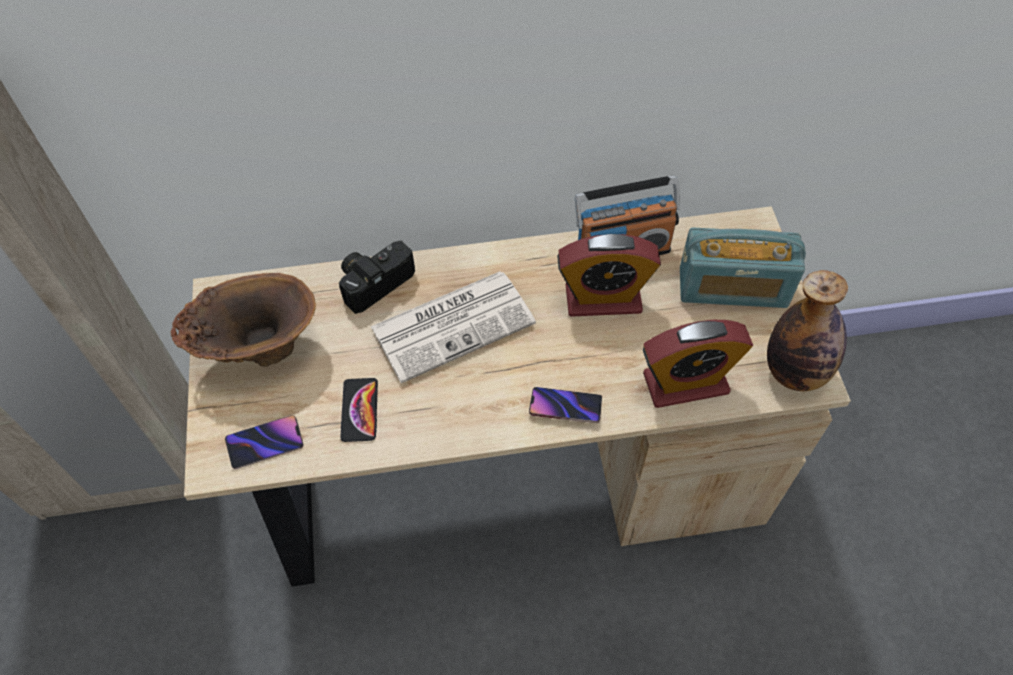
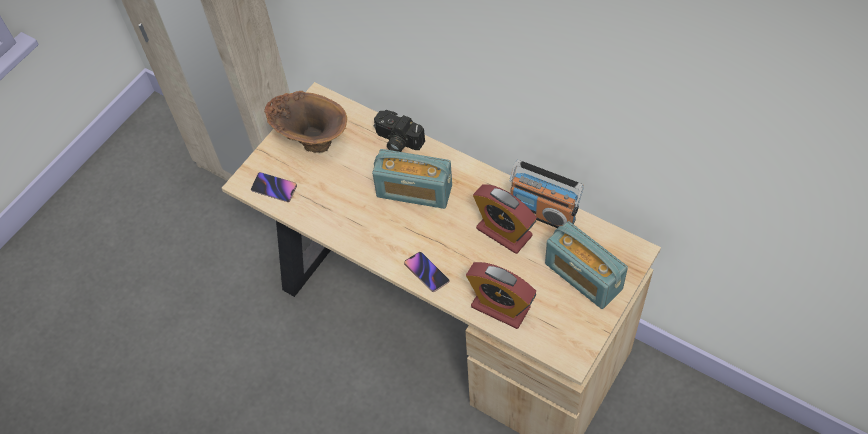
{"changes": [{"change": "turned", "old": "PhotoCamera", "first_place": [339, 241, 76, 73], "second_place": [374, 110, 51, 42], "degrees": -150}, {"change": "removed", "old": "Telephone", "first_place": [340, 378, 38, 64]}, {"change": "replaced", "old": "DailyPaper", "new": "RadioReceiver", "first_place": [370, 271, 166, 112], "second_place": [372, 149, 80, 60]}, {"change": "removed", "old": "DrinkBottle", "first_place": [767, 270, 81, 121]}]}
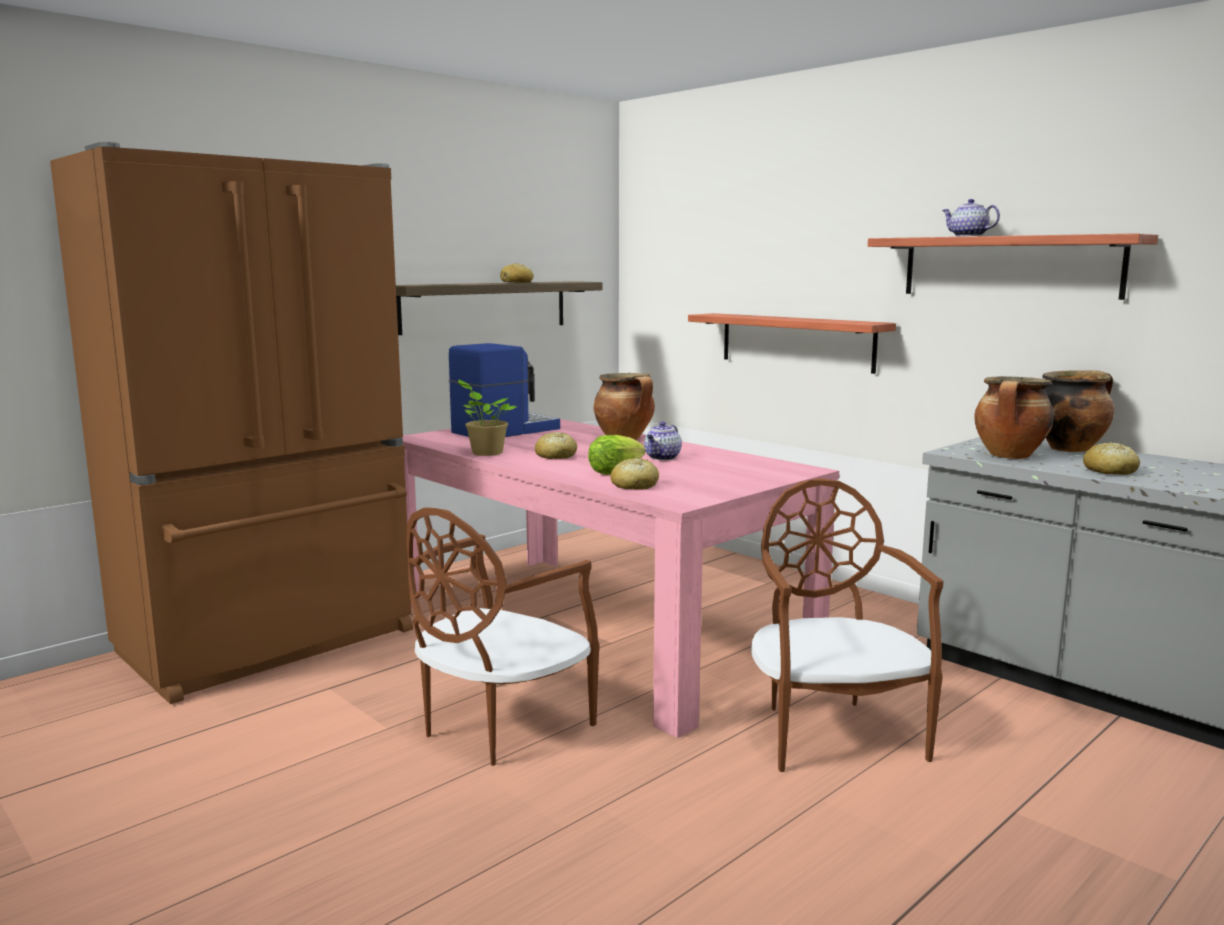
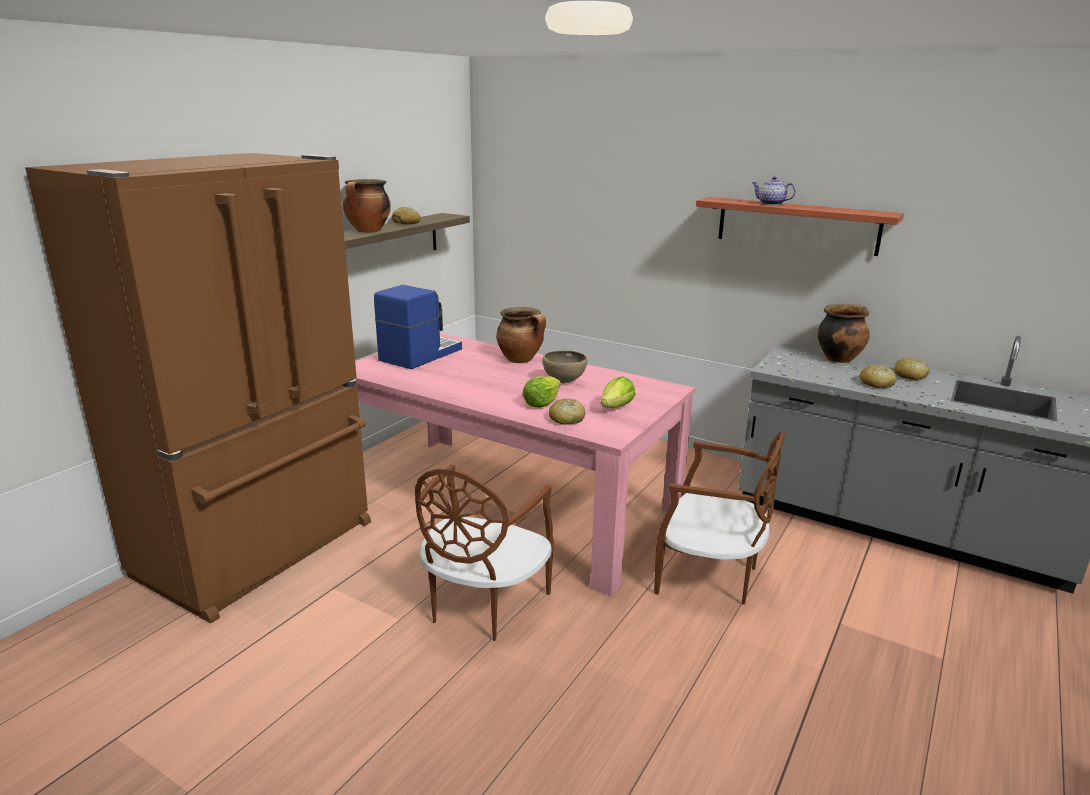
{"changes": [{"change": "removed", "old": "Houseplant", "first_place": [458, 380, 59, 76]}, {"change": "moved", "old": "Bread", "first_place": [535, 432, 42, 27], "second_place": [894, 357, 35, 23]}, {"change": "replaced", "old": "Teapot", "new": "BrownColouredServingBowl", "first_place": [644, 422, 38, 38], "second_place": [542, 350, 46, 33]}, {"change": "removed", "old": "Shelf", "first_place": [688, 313, 208, 61]}, {"change": "turned", "old": "BrownColouredUprightChair", "first_place": [751, 478, 192, 294], "second_place": [654, 431, 131, 174], "degrees": 135}, {"change": "moved", "old": "Stockpot", "first_place": [974, 376, 80, 83], "second_place": [343, 179, 48, 54]}, {"change": "added", "new": "LettuceHead", "second_place": [601, 376, 34, 32]}]}
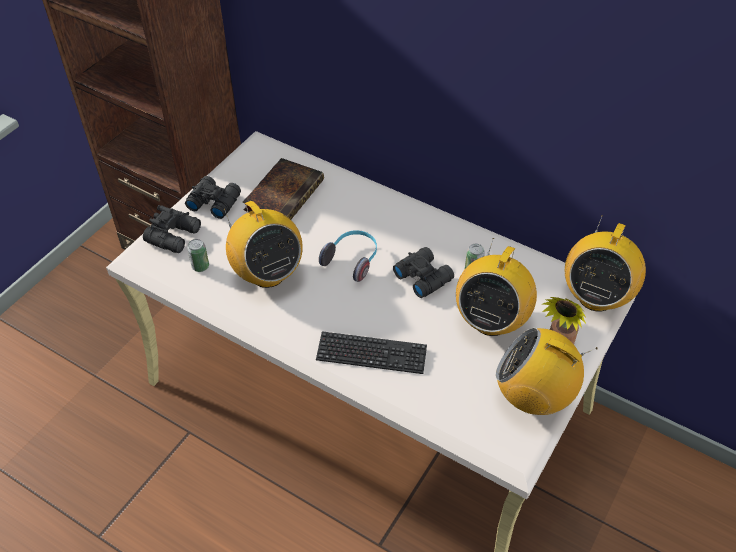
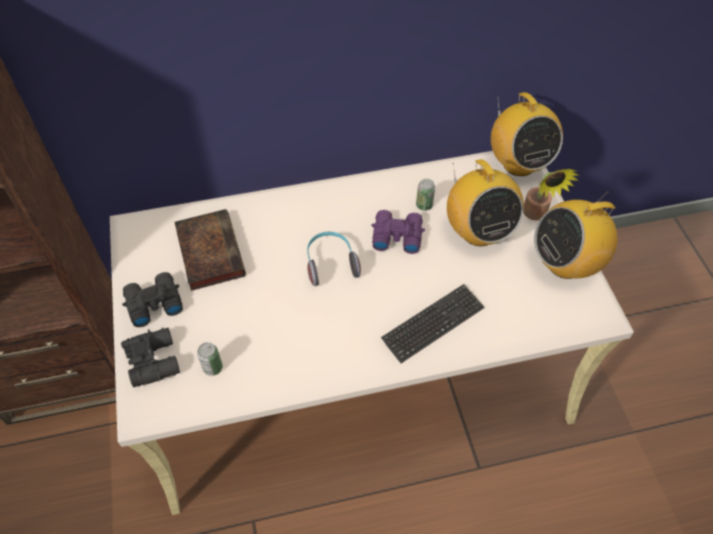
{"changes": [{"change": "removed", "old": "RadioReceiver", "first_place": [223, 201, 80, 87]}, {"change": "recoloured", "old": "BlackishPairOfBinoculars", "new": "PurpleColouredPairOfBinoculars", "first_place": [393, 247, 61, 51], "second_place": [371, 210, 54, 44]}]}
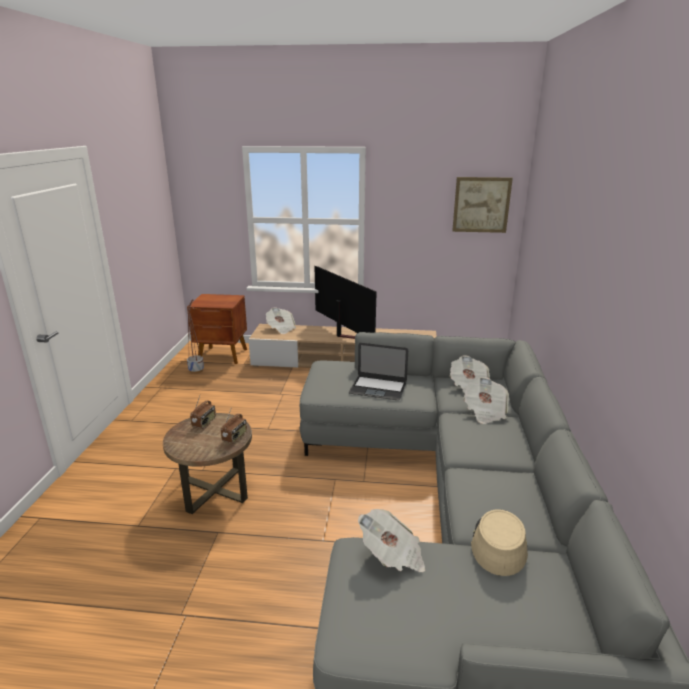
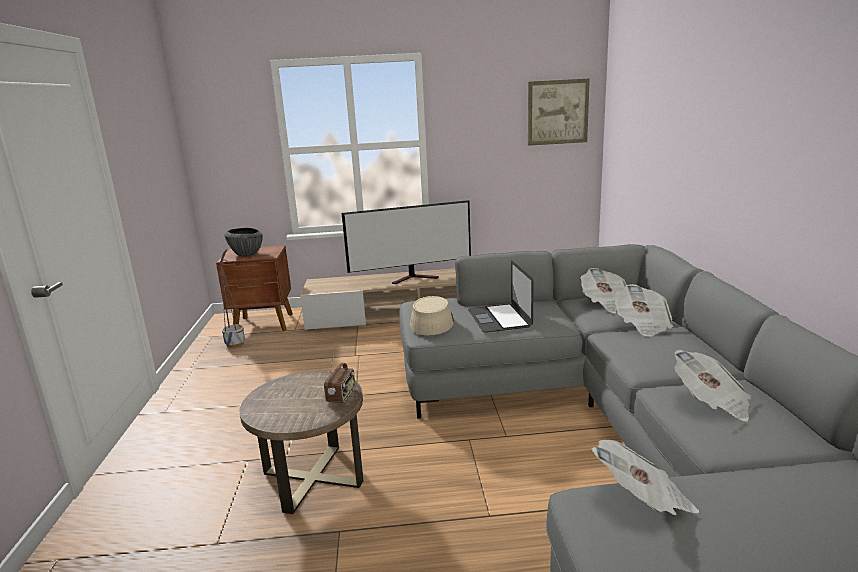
{"changes": [{"change": "removed", "old": "RadioReceiver", "first_place": [190, 396, 26, 33]}, {"change": "moved", "old": "DailyPaper", "first_place": [266, 307, 30, 27], "second_place": [674, 350, 77, 71]}, {"change": "turned", "old": "Tv", "first_place": [314, 266, 63, 73], "second_place": [342, 200, 129, 84], "degrees": 120}, {"change": "turned", "old": "Laptop", "first_place": [349, 343, 59, 57], "second_place": [468, 261, 66, 72], "degrees": 75}, {"change": "moved", "old": "BeigeColouredClothingHat", "first_place": [471, 509, 57, 67], "second_place": [410, 296, 44, 39]}, {"change": "added", "new": "ServingBowl", "second_place": [224, 228, 39, 28]}]}
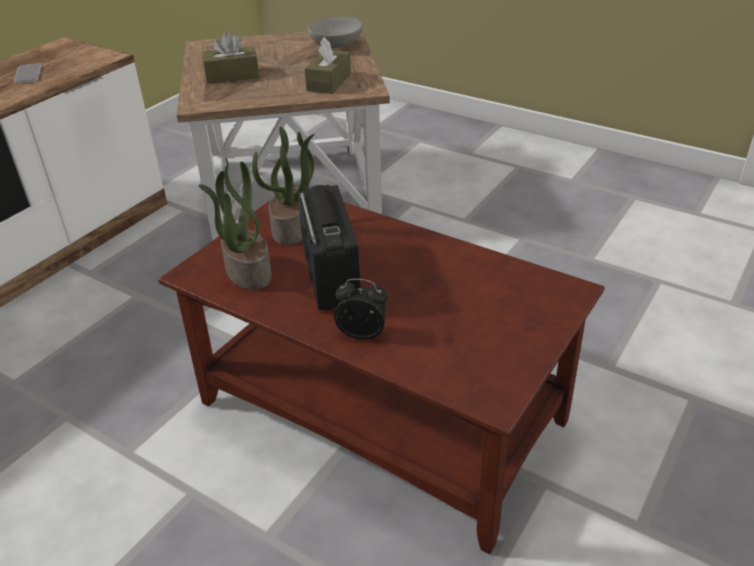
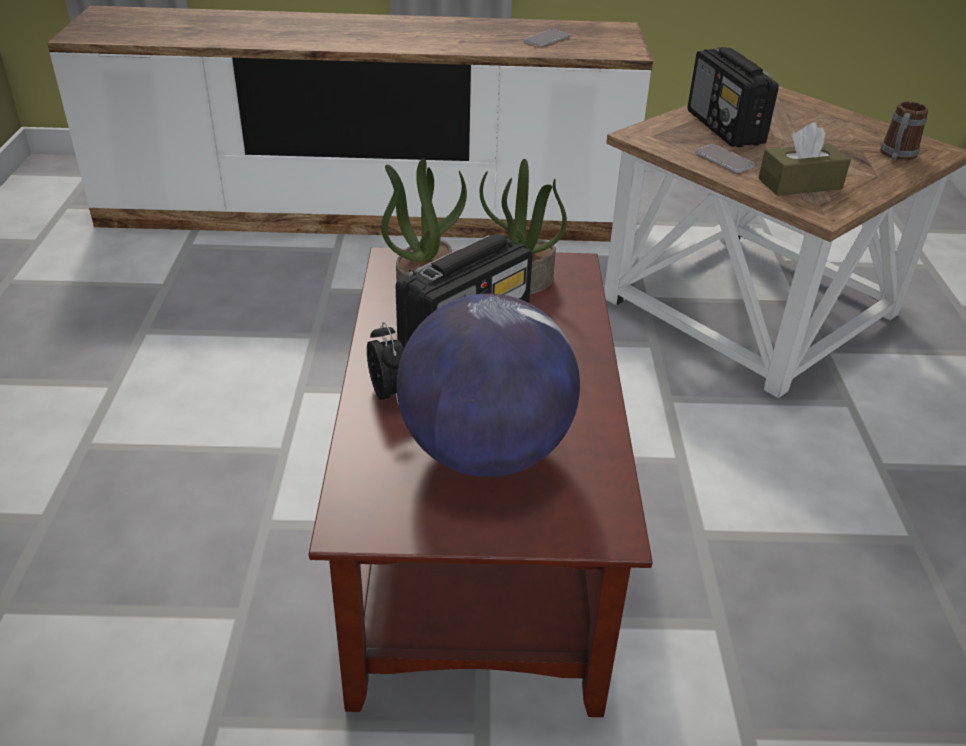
{"changes": [{"change": "replaced", "old": "BrownColouredTissueBox", "new": "RadioReceiver", "first_place": [202, 32, 57, 52], "second_place": [688, 47, 91, 100]}, {"change": "replaced", "old": "GrayServingBowl", "new": "Mug", "first_place": [308, 17, 55, 31], "second_place": [880, 101, 48, 60]}, {"change": "added", "new": "Globe", "second_place": [397, 294, 183, 183]}, {"change": "added", "new": "Telephone", "second_place": [695, 144, 60, 29]}]}
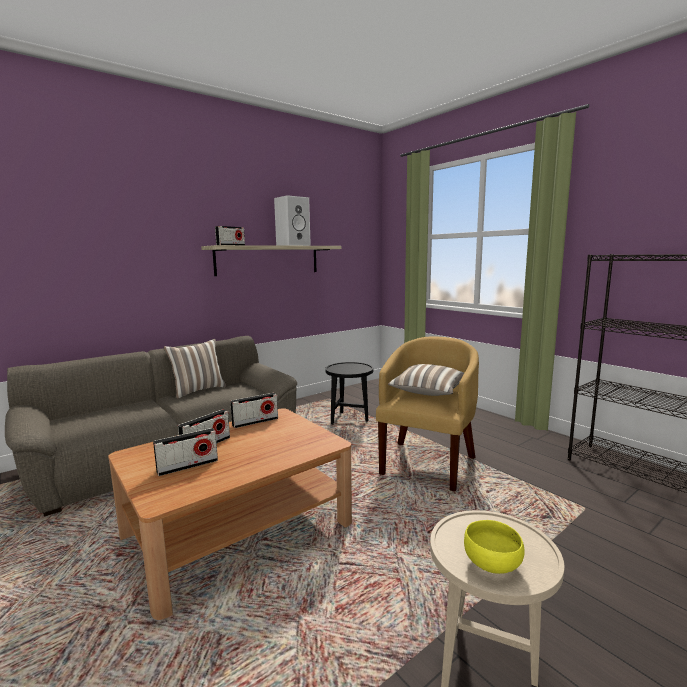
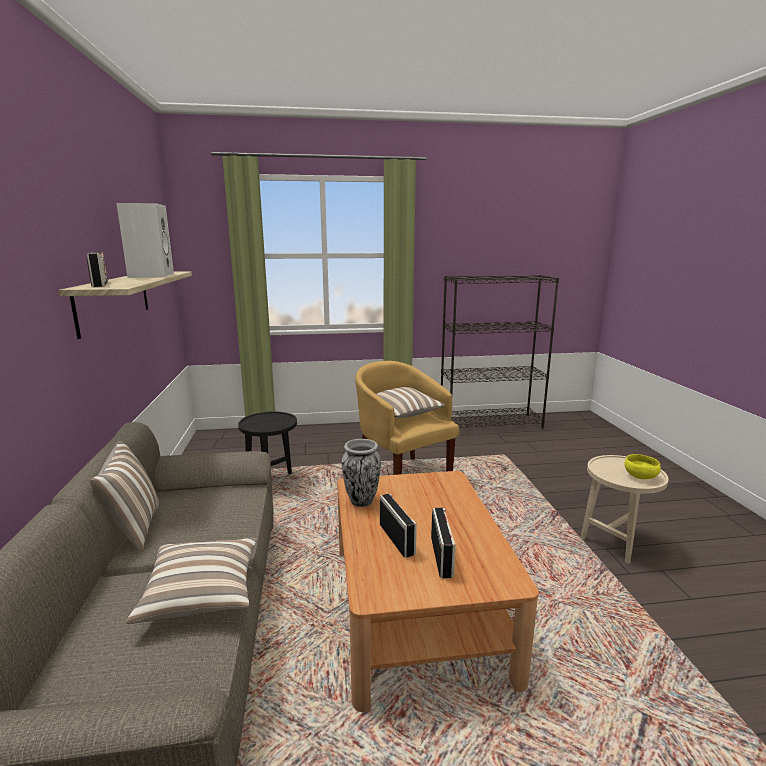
{"changes": [{"change": "replaced", "old": "RadioReceiver", "new": "DecorativeVase", "first_place": [230, 393, 48, 35], "second_place": [341, 439, 40, 68]}, {"change": "added", "new": "Pillow", "second_place": [126, 538, 132, 86]}]}
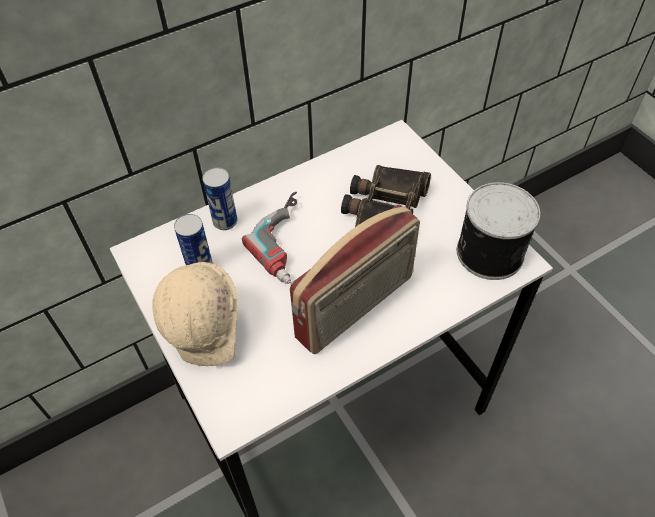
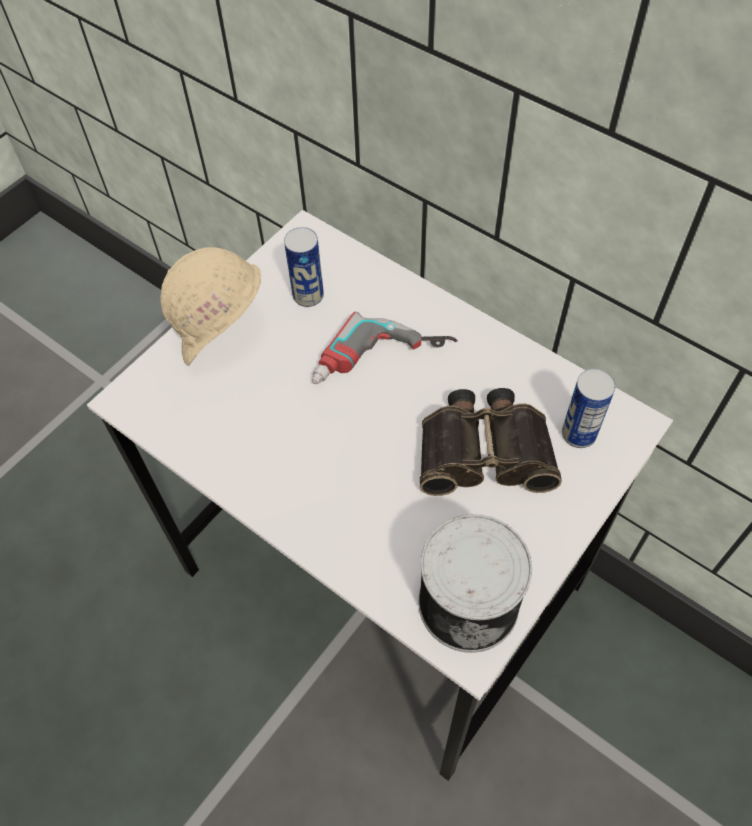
{"changes": [{"change": "moved", "old": "MetalCan", "first_place": [202, 167, 35, 63], "second_place": [562, 369, 54, 79]}, {"change": "removed", "old": "RadioReceiver", "first_place": [290, 205, 130, 149]}]}
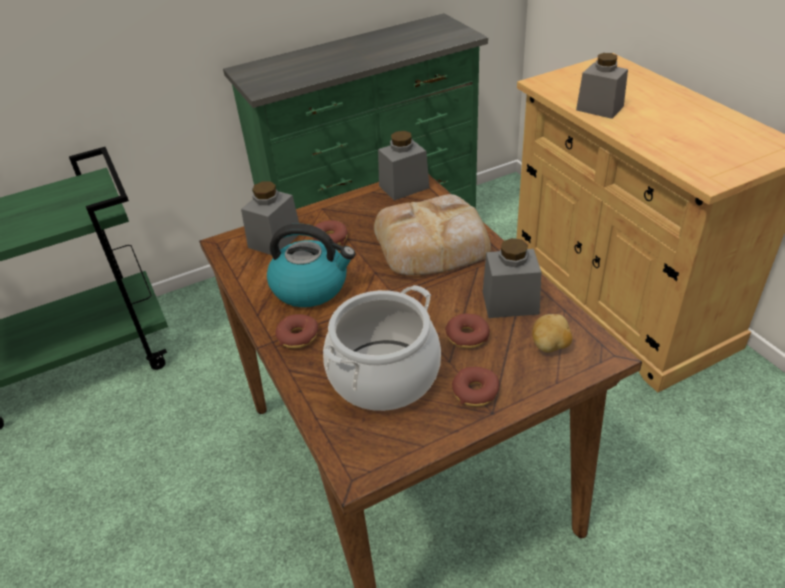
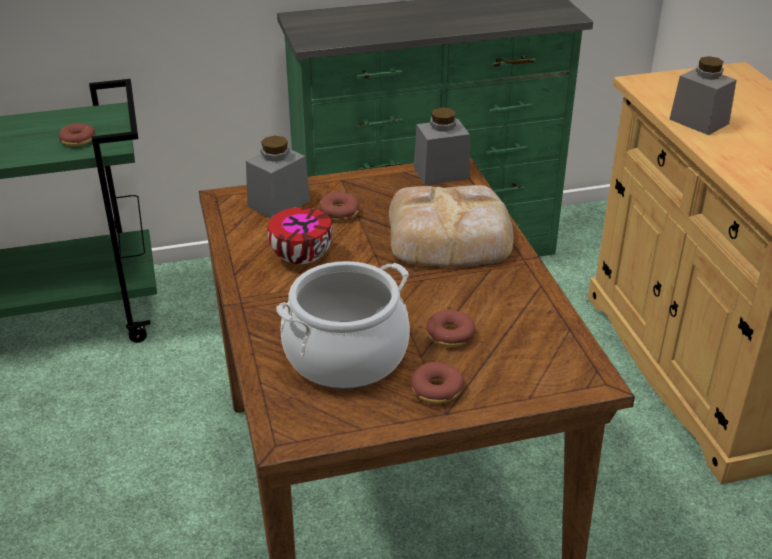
{"changes": [{"change": "replaced", "old": "TeaKettle", "new": "ServingBowl", "first_place": [267, 224, 88, 83], "second_place": [268, 207, 65, 57]}, {"change": "moved", "old": "Doughnut", "first_place": [276, 314, 42, 35], "second_place": [59, 123, 37, 23]}, {"change": "removed", "old": "GrayPreserveJar", "first_place": [483, 238, 58, 80]}, {"change": "removed", "old": "Potato", "first_place": [532, 314, 40, 38]}]}
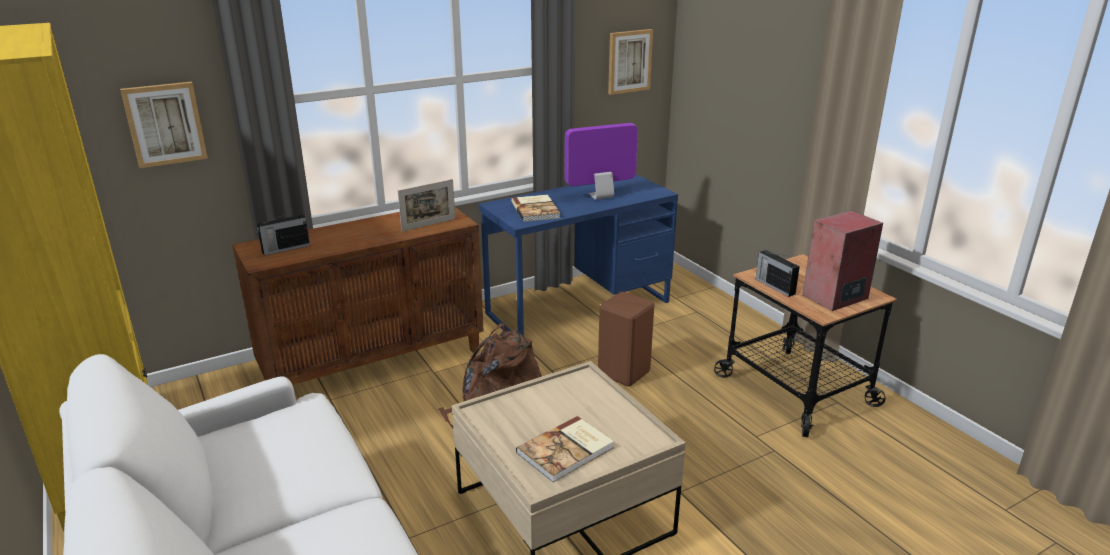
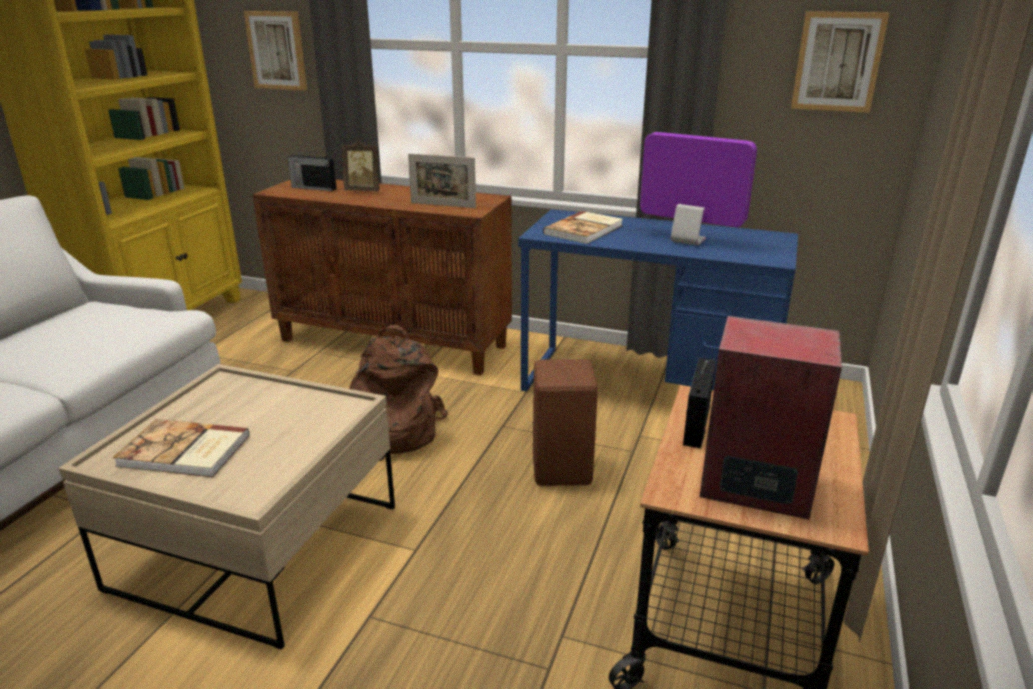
{"changes": [{"change": "added", "new": "StandingFrame", "second_place": [342, 140, 38, 51]}]}
